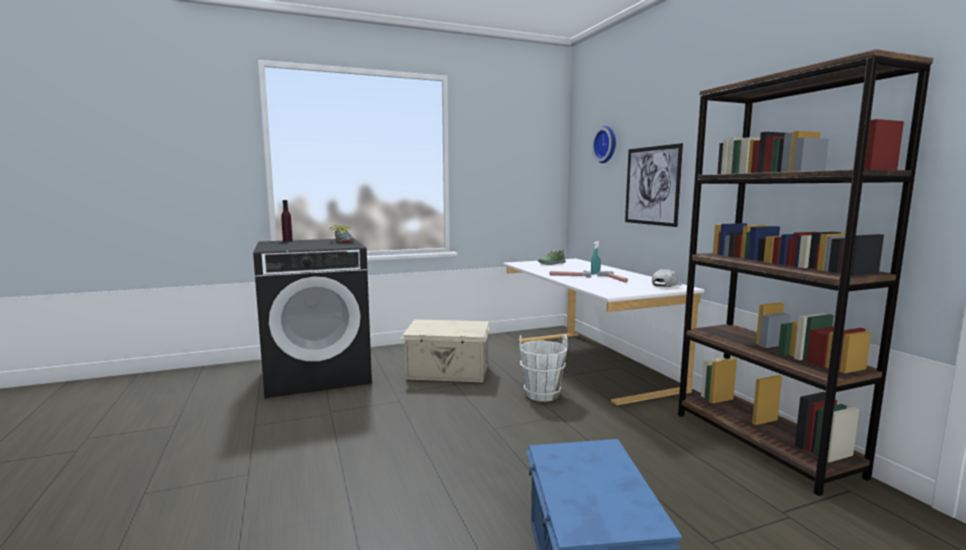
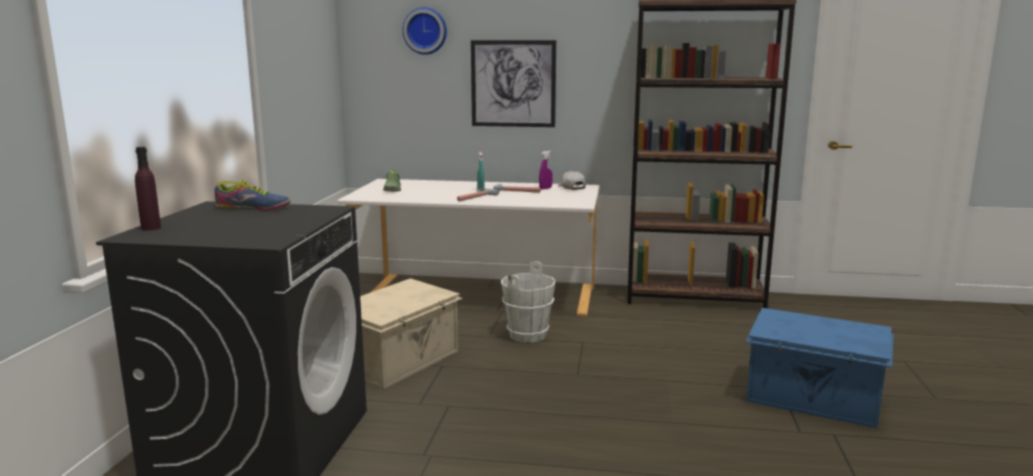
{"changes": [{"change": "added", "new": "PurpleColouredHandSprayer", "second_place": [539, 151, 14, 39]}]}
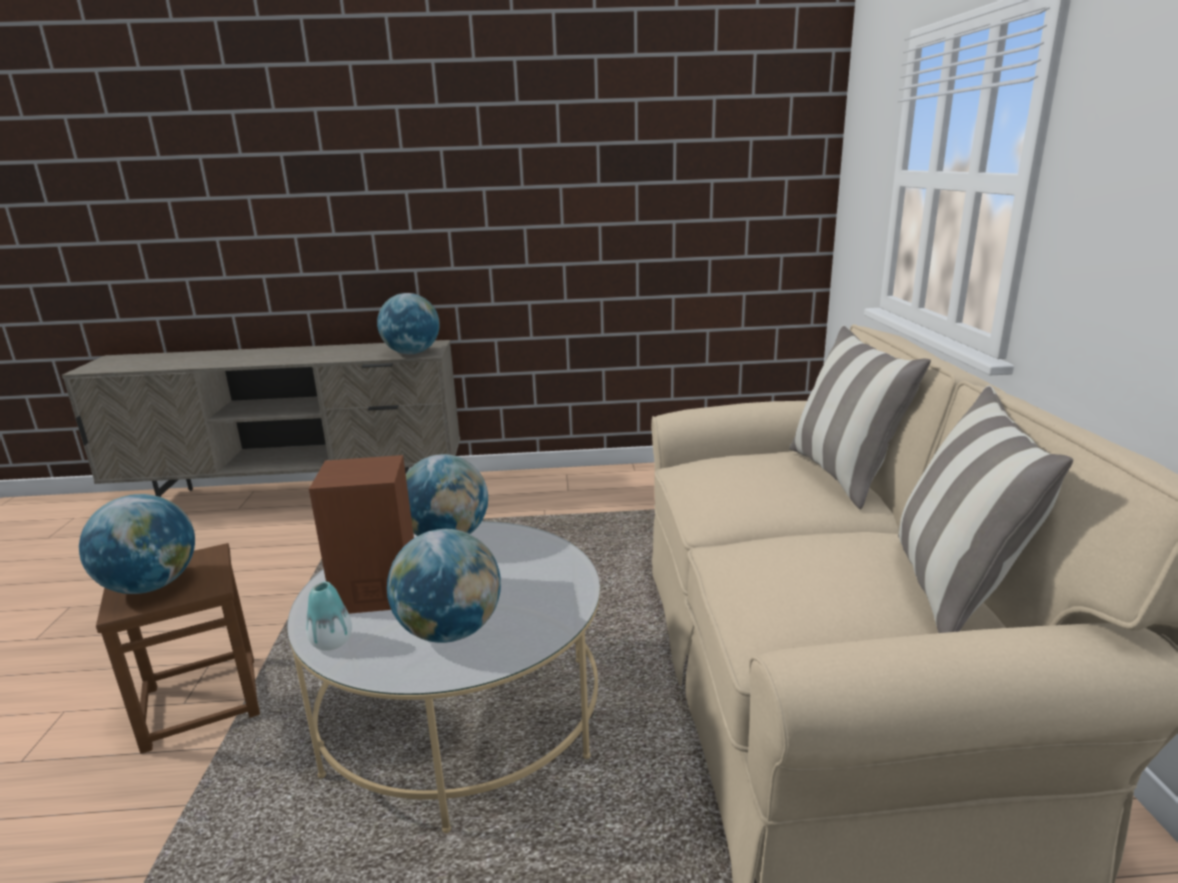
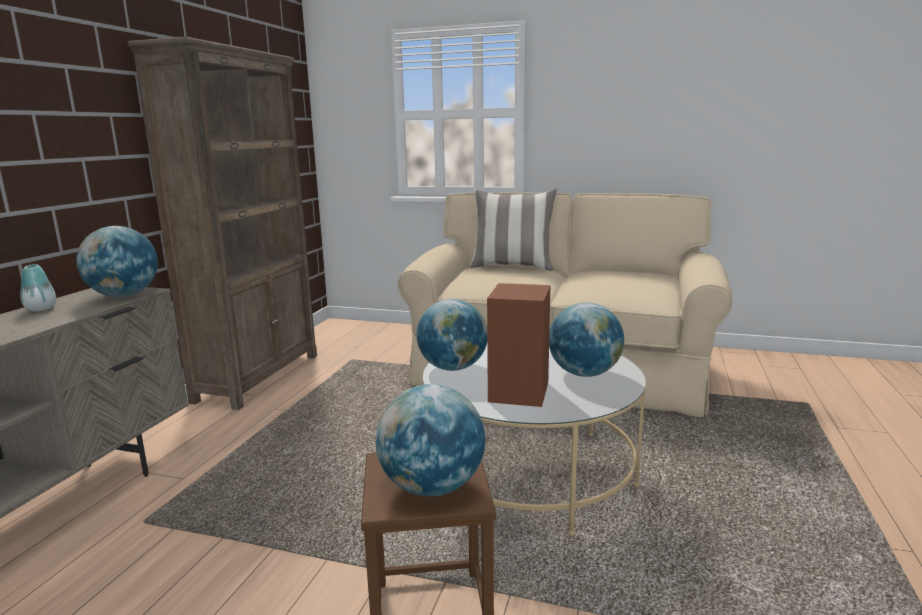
{"changes": [{"change": "moved", "old": "DecorativeVase", "first_place": [306, 582, 46, 69], "second_place": [20, 264, 36, 48]}, {"change": "removed", "old": "Pillow", "first_place": [898, 385, 175, 248]}, {"change": "added", "new": "BrownColouredBookshelf", "second_place": [128, 36, 189, 374]}]}
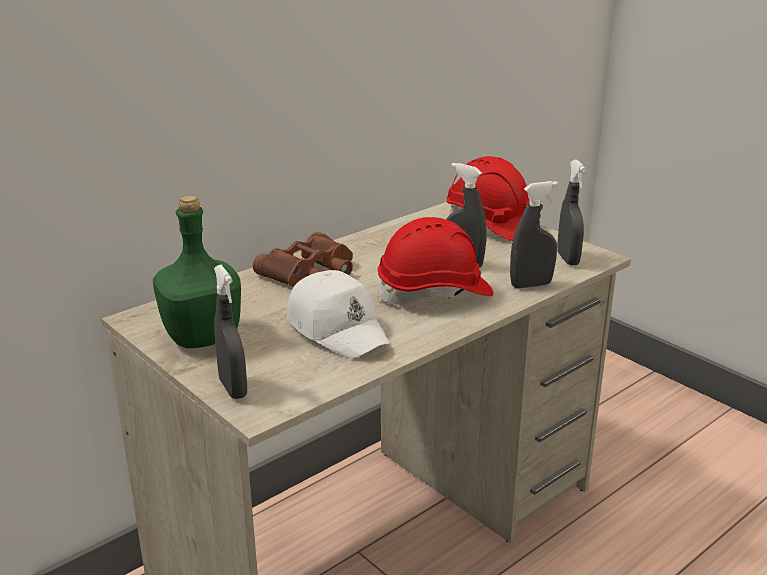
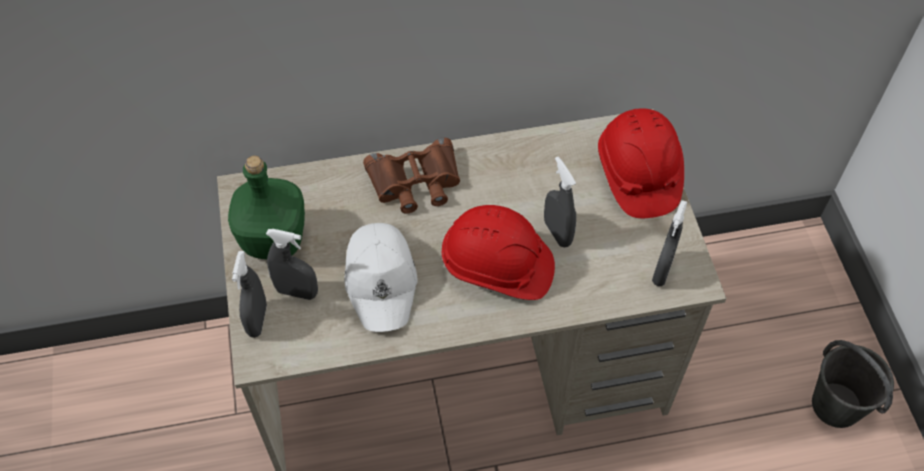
{"changes": [{"change": "moved", "old": "GrayHandSprayer", "first_place": [510, 181, 48, 107], "second_place": [266, 229, 52, 71]}, {"change": "added", "new": "GrayBucket", "second_place": [812, 340, 82, 88]}]}
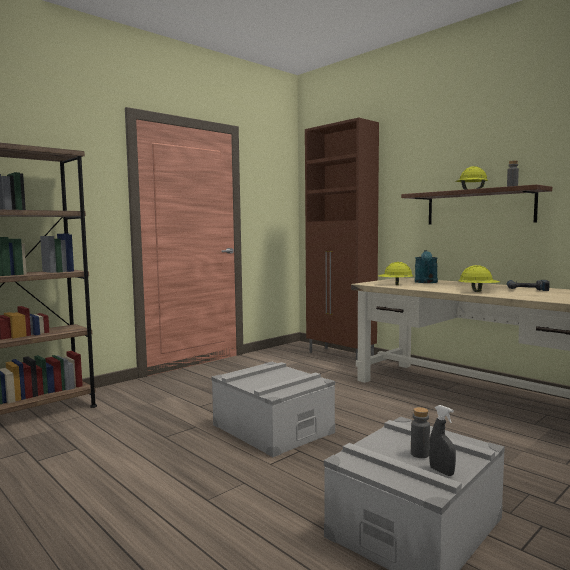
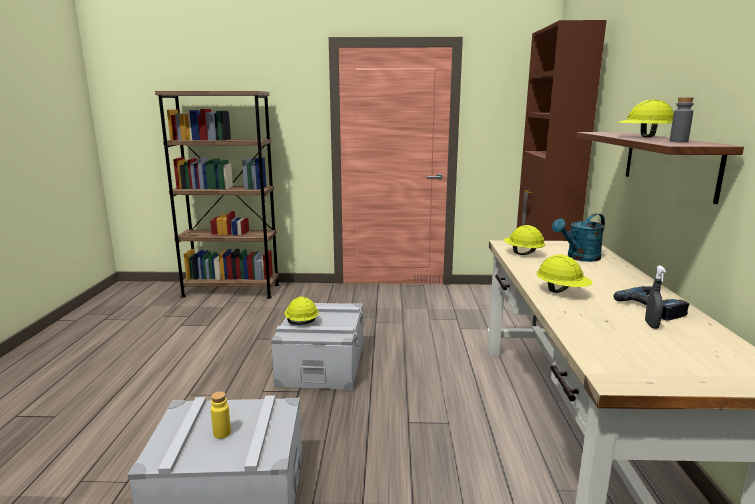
{"changes": [{"change": "recoloured", "old": "GrayDrinkBottle", "new": "YellowishDrinkBottle", "first_place": [411, 407, 19, 51], "second_place": [211, 391, 20, 48]}, {"change": "moved", "old": "GrayHandSprayer", "first_place": [429, 405, 27, 71], "second_place": [645, 265, 21, 64]}, {"change": "added", "new": "YellowishWorkHelmet", "second_place": [285, 297, 34, 28]}]}
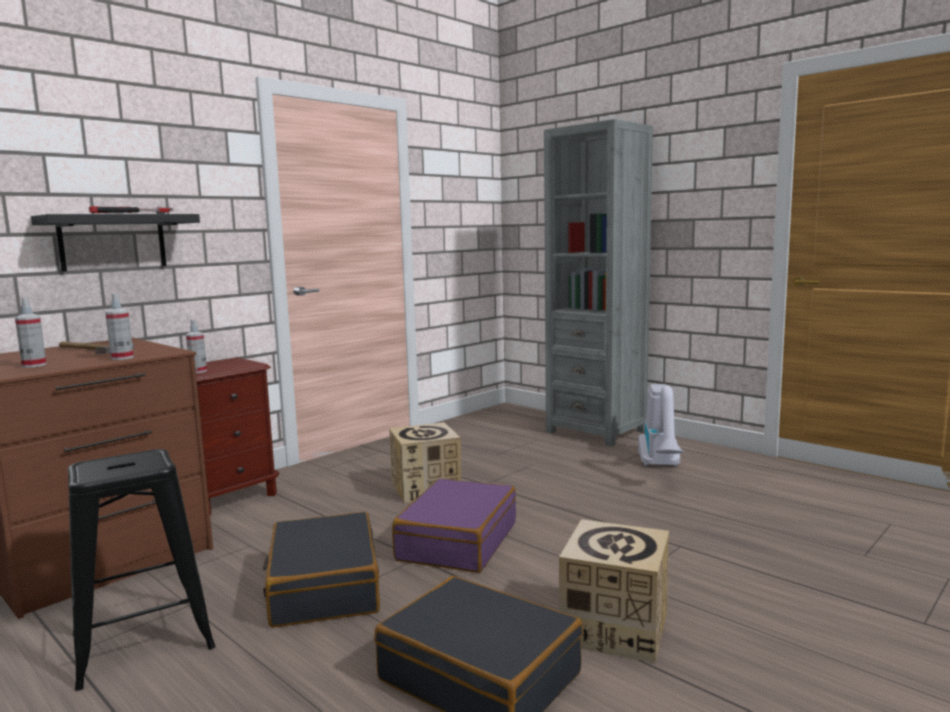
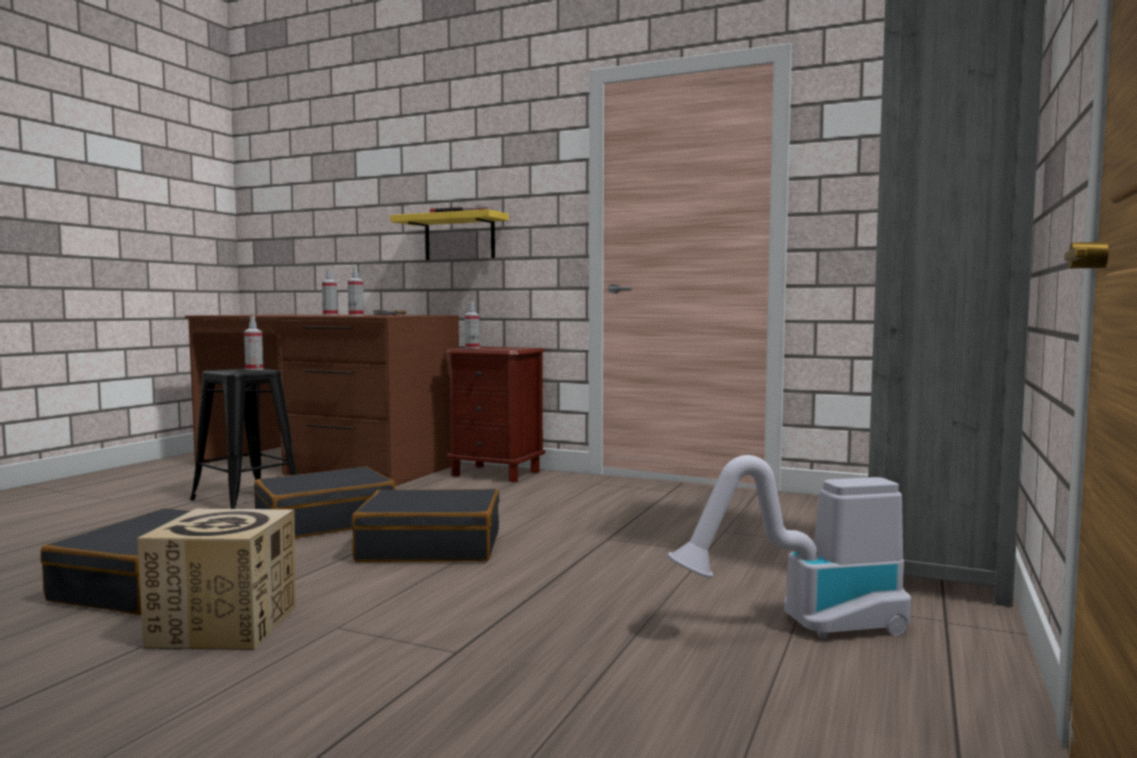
{"changes": [{"change": "recoloured", "old": "BlackishShelf", "new": "YellowishShelf", "first_place": [31, 214, 169, 58], "second_place": [390, 209, 119, 51]}, {"change": "removed", "old": "CardboardBox", "first_place": [389, 422, 72, 81]}, {"change": "recoloured", "old": "PurpleColouredTravelCase", "new": "BlackishTravelCase", "first_place": [392, 479, 124, 94], "second_place": [352, 489, 148, 73]}, {"change": "added", "new": "HandSprayer", "second_place": [244, 316, 19, 54]}]}
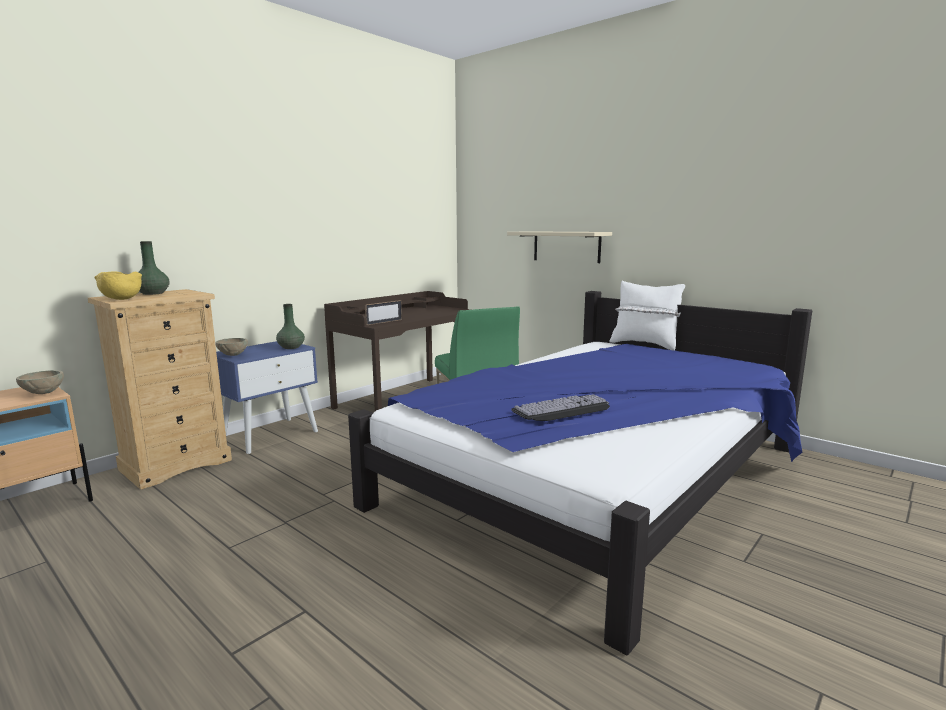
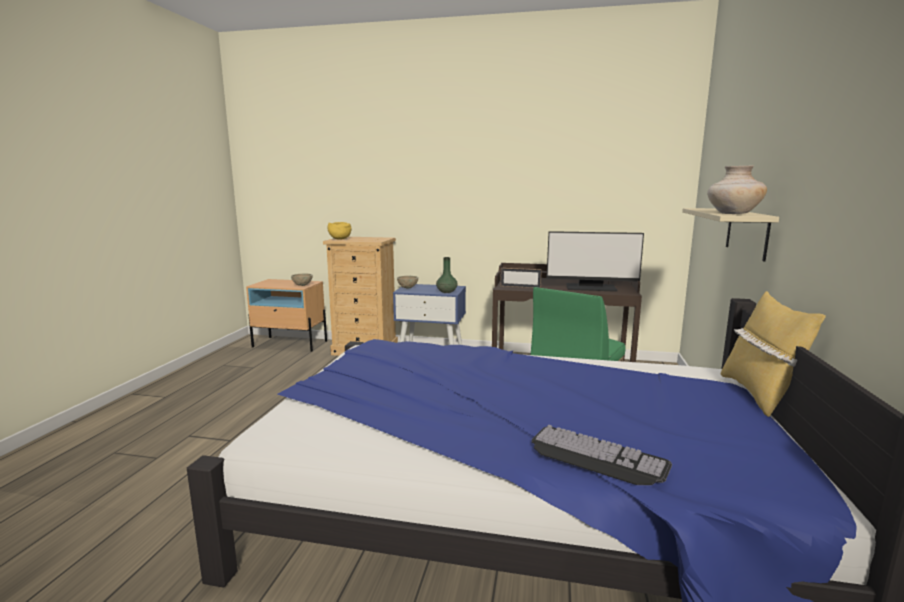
{"changes": [{"change": "removed", "old": "GreenDecorativeVase", "first_place": [138, 241, 32, 54]}, {"change": "moved", "old": "Keyboard", "first_place": [511, 394, 99, 27], "second_place": [532, 425, 140, 60]}, {"change": "recoloured", "old": "WhitishPillow", "new": "YellowishPillow", "first_place": [609, 280, 76, 71], "second_place": [721, 291, 105, 126]}, {"change": "added", "new": "ComputerScreen", "second_place": [546, 231, 98, 61]}, {"change": "added", "new": "BeigeColouredDecorativeVase", "second_place": [707, 166, 60, 48]}]}
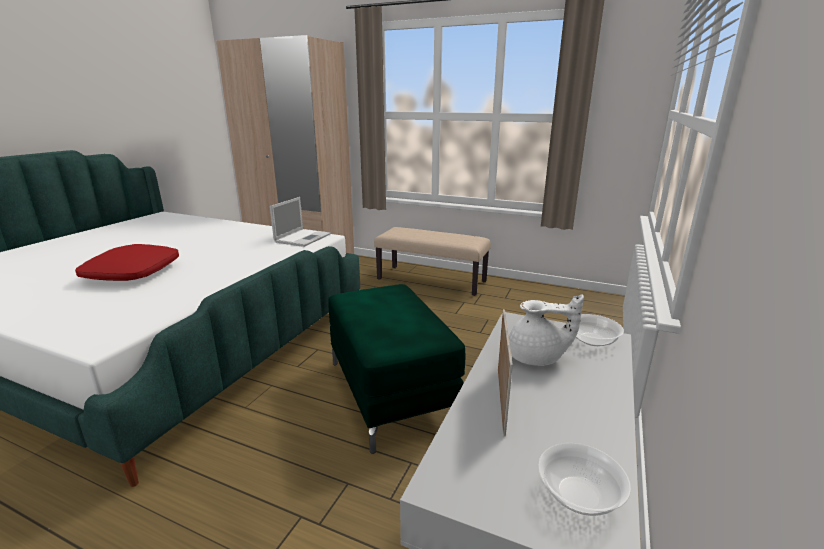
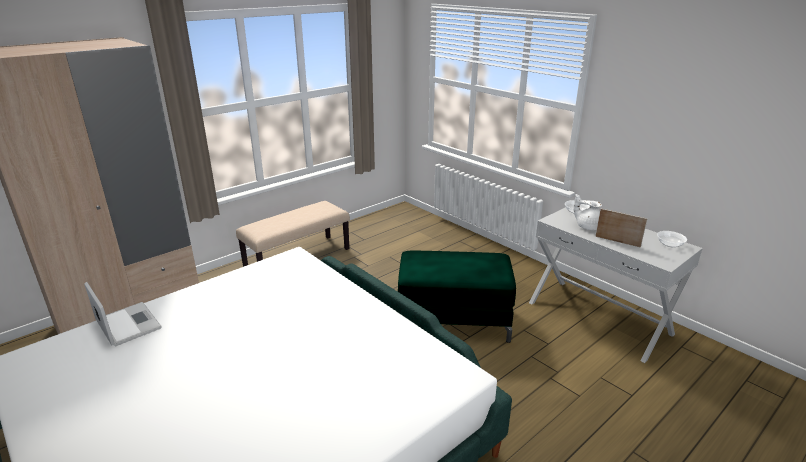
{"changes": [{"change": "removed", "old": "RedColouredPillow", "first_place": [75, 244, 104, 37]}, {"change": "moved", "old": "Laptop", "first_place": [270, 197, 61, 50], "second_place": [84, 282, 78, 65]}, {"change": "turned", "old": "WhitishTeapot", "first_place": [509, 294, 75, 72], "second_place": [573, 194, 29, 36], "degrees": -90}]}
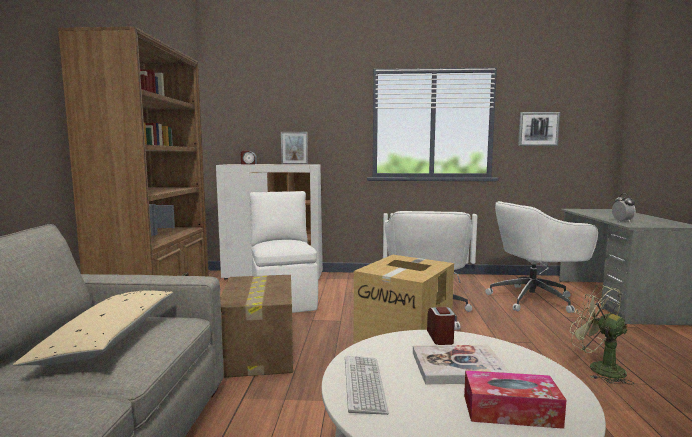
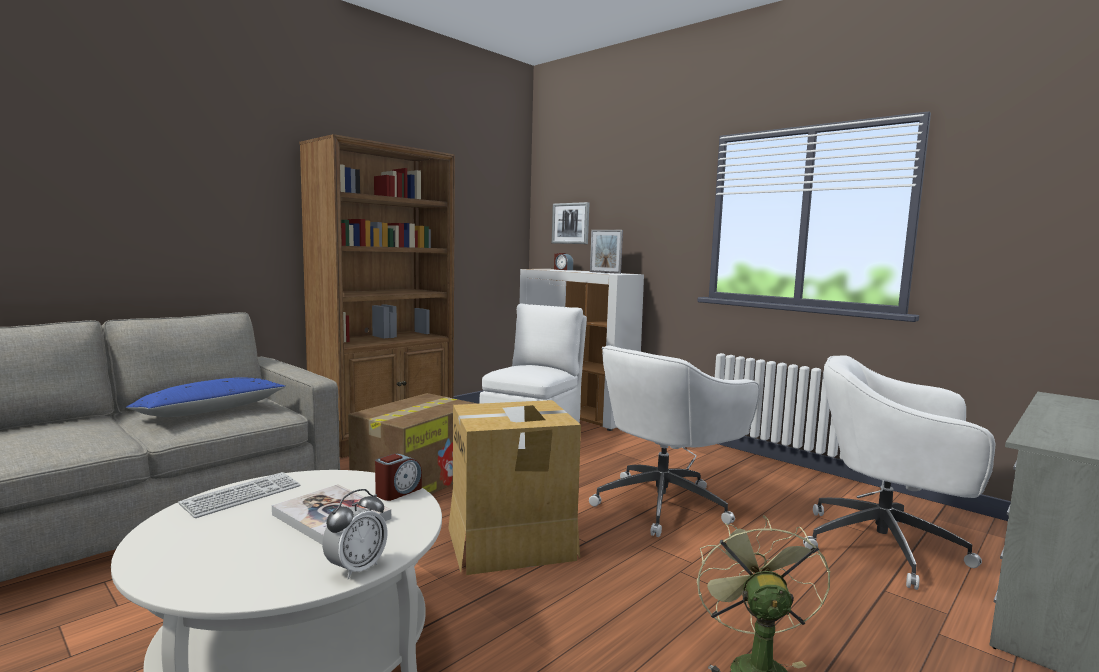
{"changes": [{"change": "recoloured", "old": "BeigeColouredPillow", "new": "BluePillow", "first_place": [13, 290, 160, 76], "second_place": [126, 377, 160, 40]}, {"change": "removed", "old": "TissueBox", "first_place": [464, 370, 102, 59]}, {"change": "moved", "old": "WallArt", "first_place": [518, 112, 42, 34], "second_place": [552, 202, 37, 42]}, {"change": "moved", "old": "AlarmClock", "first_place": [612, 194, 24, 28], "second_place": [322, 489, 66, 91]}]}
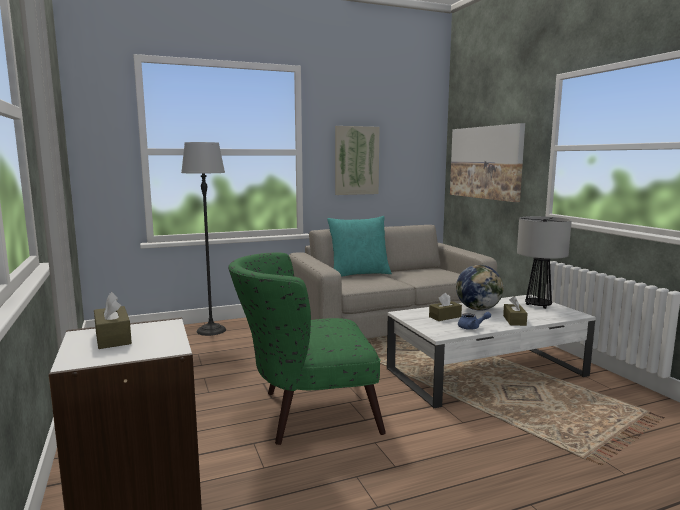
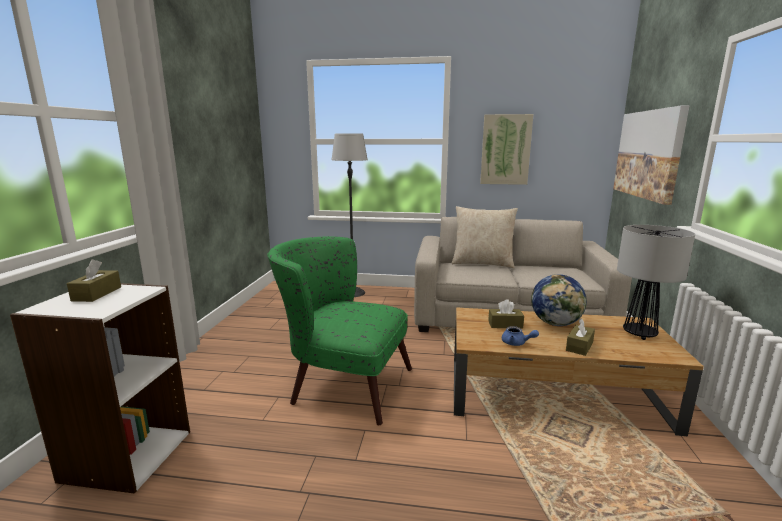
{"changes": [{"change": "recoloured", "old": "TurquoiseColouredPillow", "new": "BeigeColouredPillow", "first_place": [327, 216, 65, 61], "second_place": [452, 206, 66, 62]}, {"change": "recoloured", "old": "WhitishLowTable", "new": "BrownColouredLowTable", "first_place": [387, 294, 209, 115], "second_place": [454, 307, 250, 129]}]}
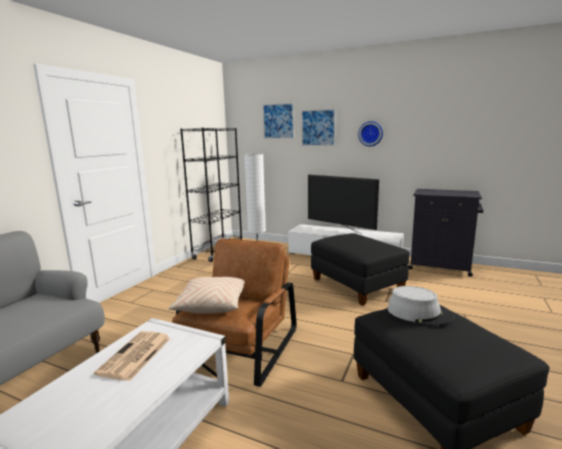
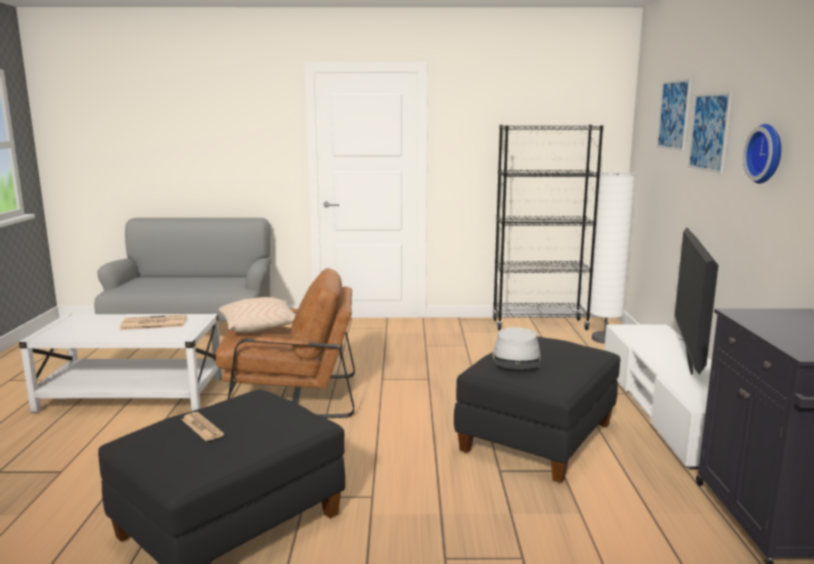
{"changes": [{"change": "moved", "old": "GrayClothingHat", "first_place": [387, 286, 68, 40], "second_place": [492, 327, 49, 42]}, {"change": "added", "new": "DailyPaper", "second_place": [181, 412, 43, 29]}]}
